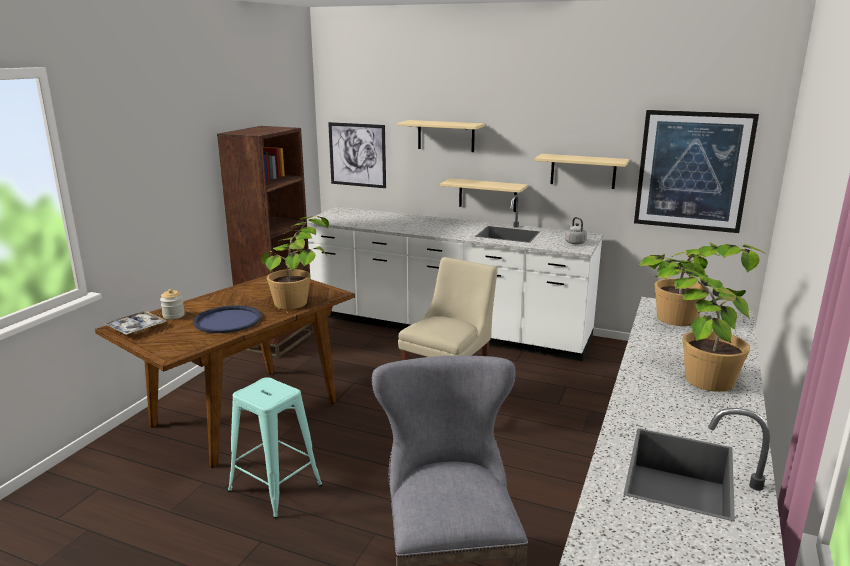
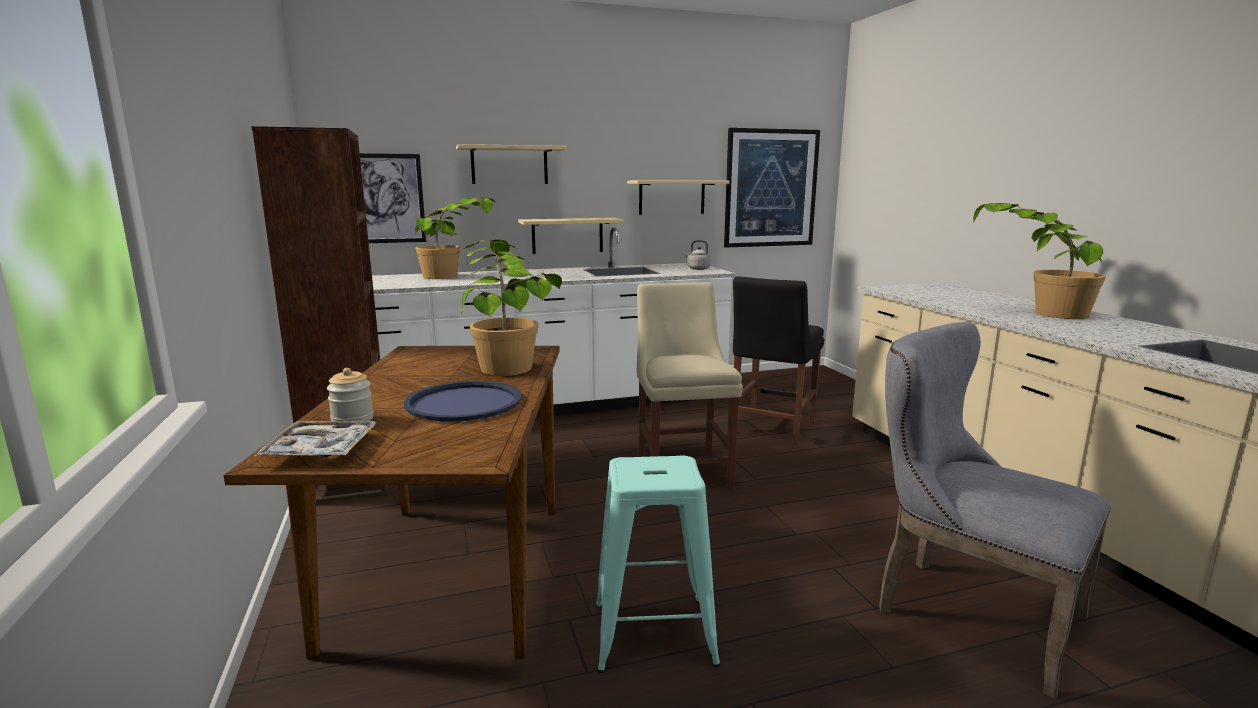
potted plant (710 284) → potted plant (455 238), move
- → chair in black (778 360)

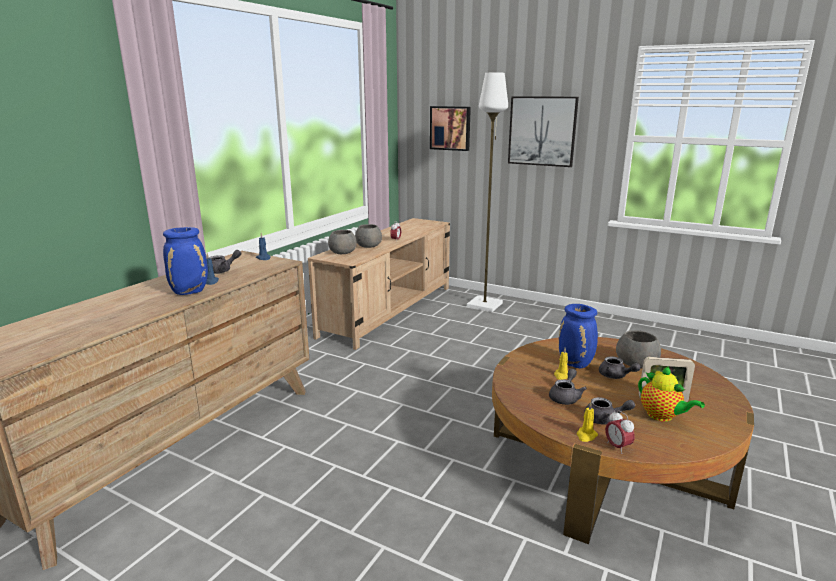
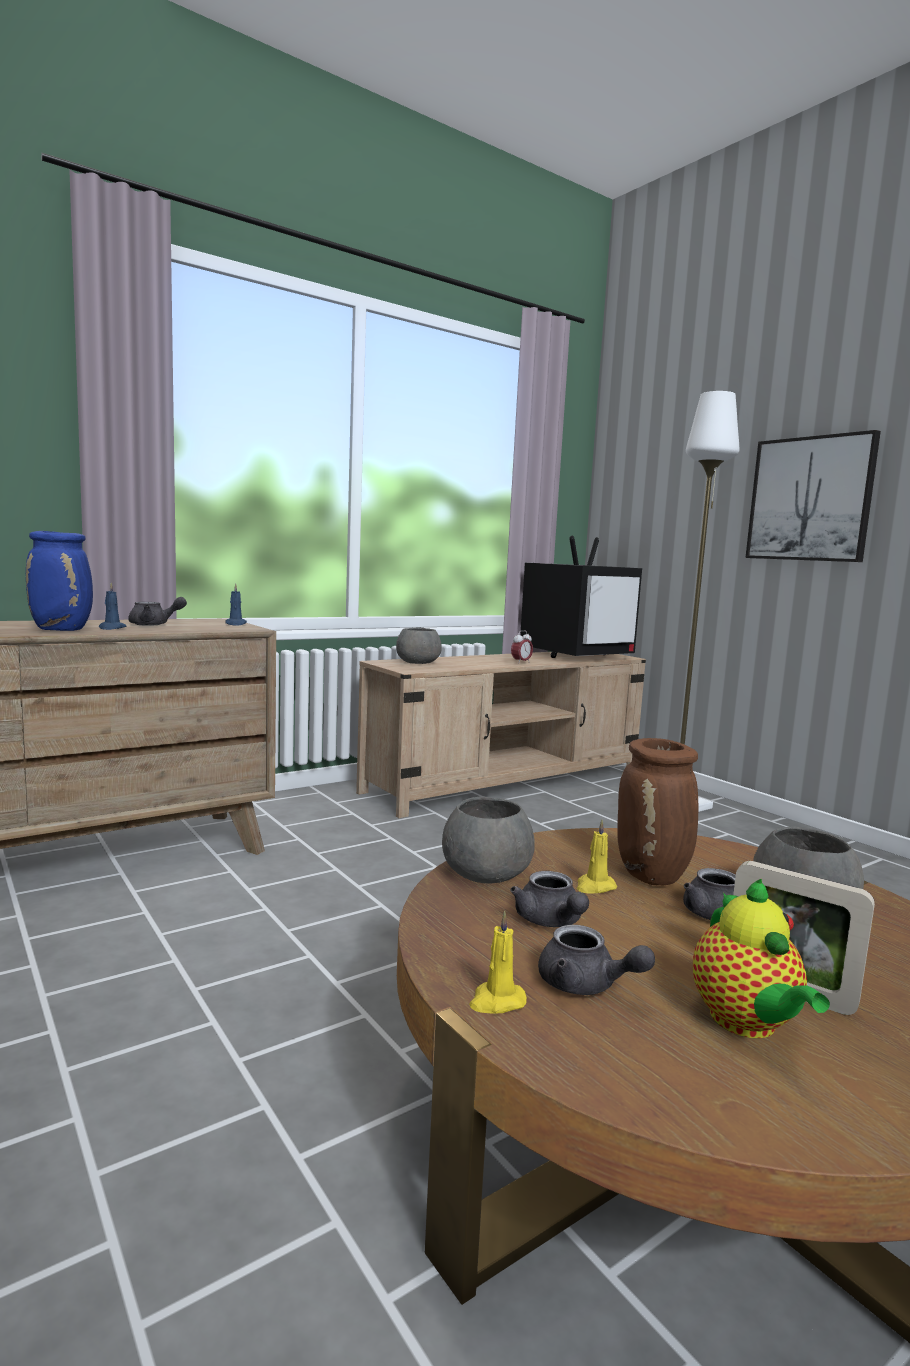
bowl in grey (368 236) → bowl in grey (488 840), move
picture (450 128) → -
teapot in grey (568 386) → teapot in grey (549 899), 105 degrees clockwise
vase in blue (578 336) → vase in brown (657 811)
alarm clock (620 432) → -
- → television (581 597)

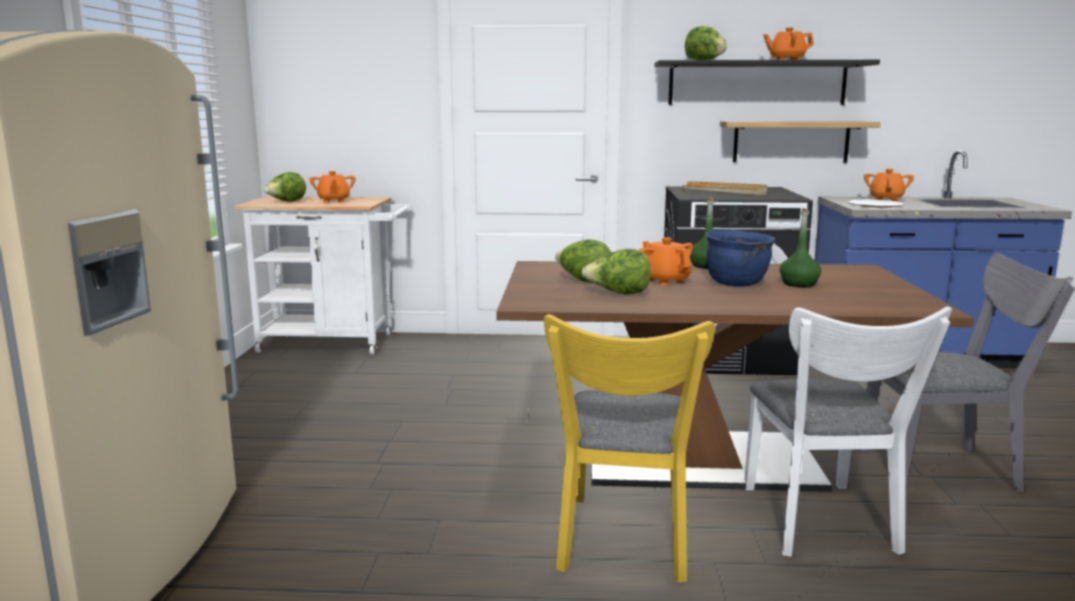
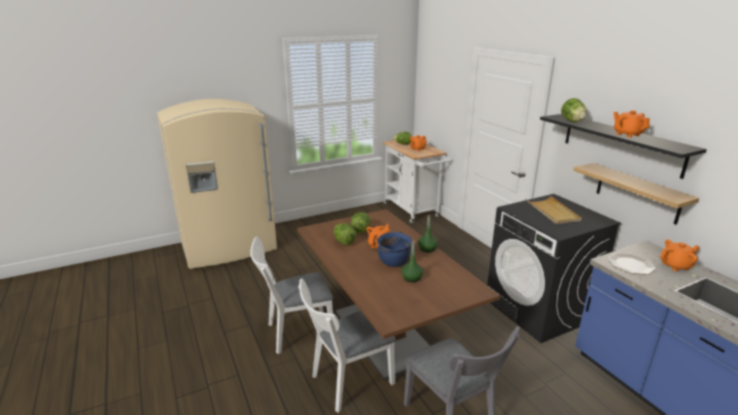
chair in yellow (629 448) → chair in white (291 295)

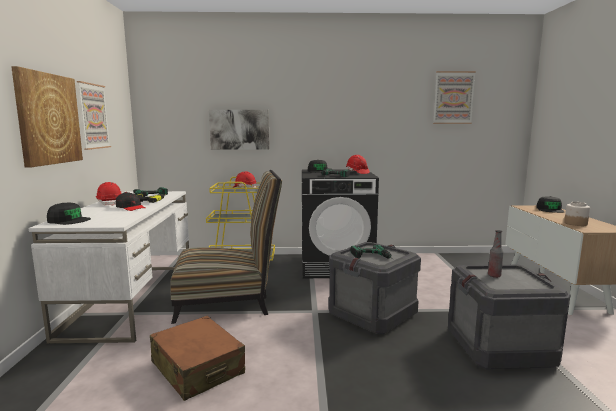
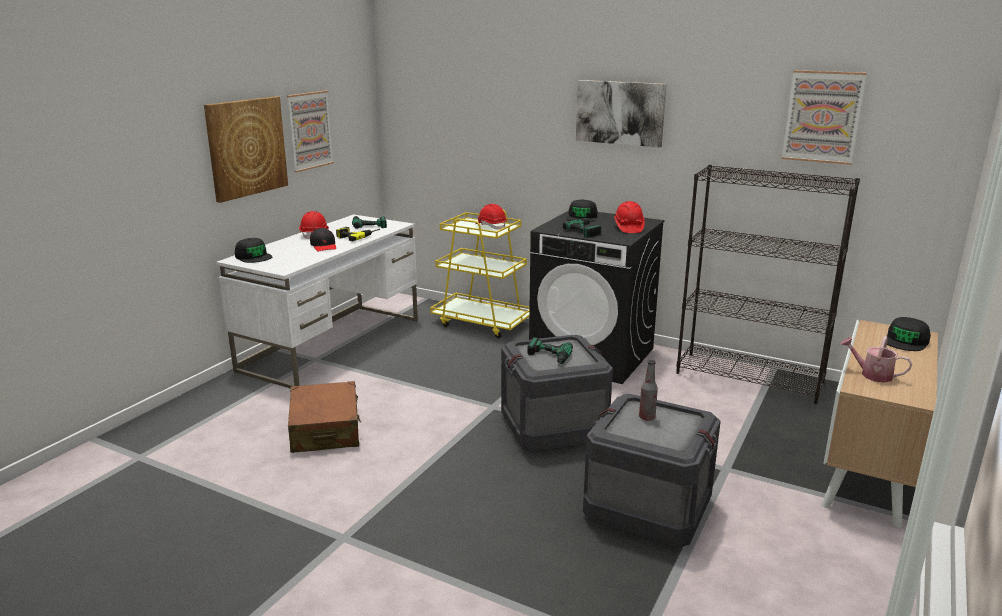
chair (226 247) → -
picture (239 130) → picture (621 114), move
jar (577 214) → watering can (876 359)
- → bookcase in black (768 284)

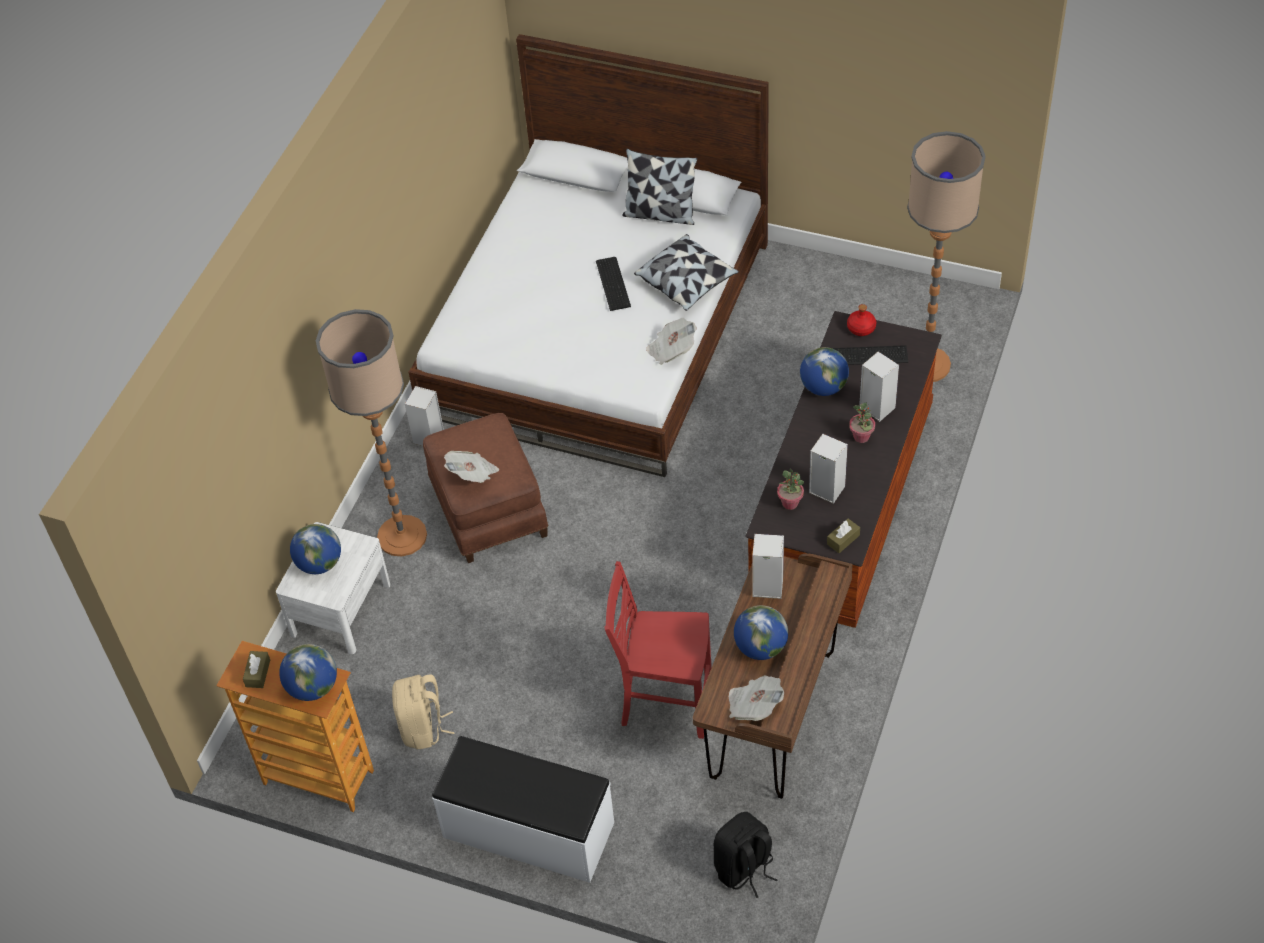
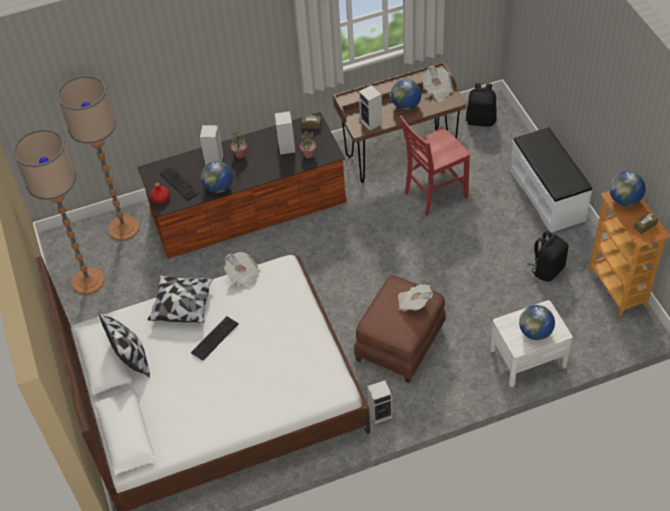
floor lamp (371 432) → floor lamp (59 211), move
backpack in beige (423 712) → backpack in black (548 256)
chair in red (658 650) → chair in red (434 165), 90 degrees clockwise

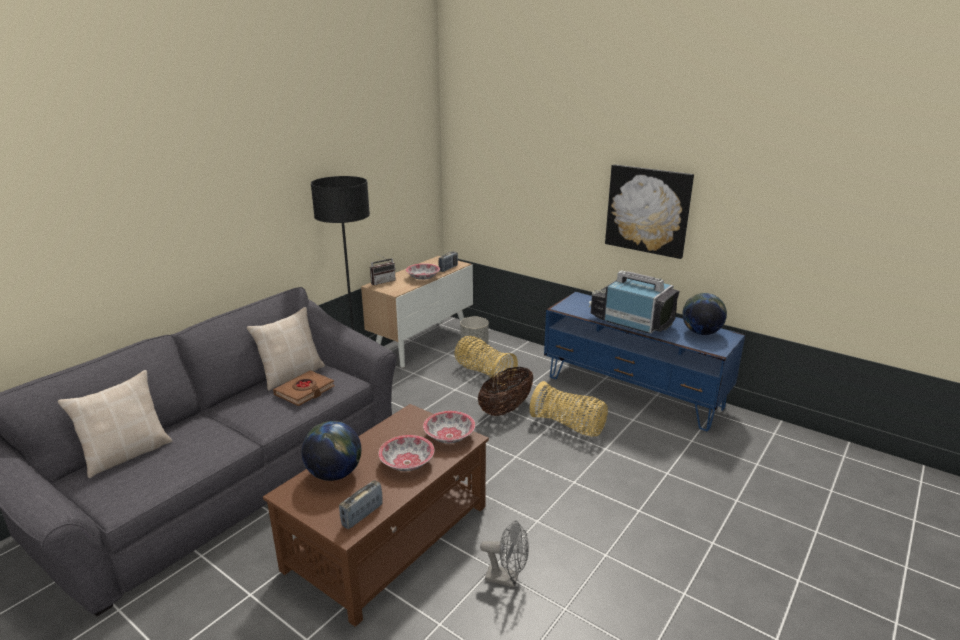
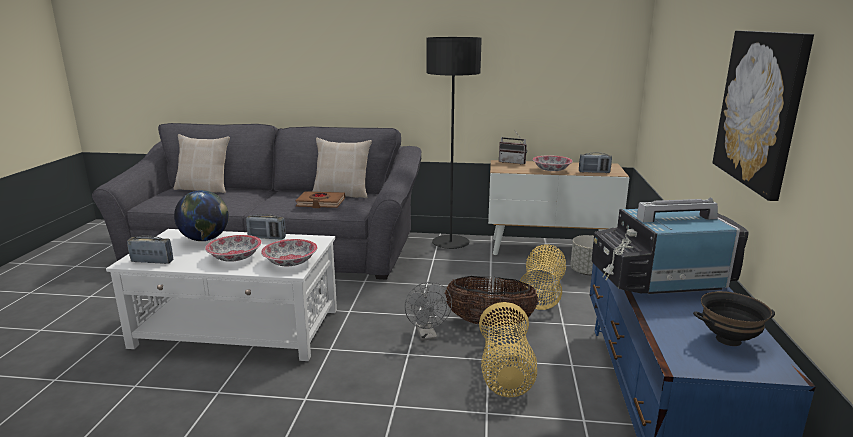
coffee table in brown (376 515) → coffee table in white (221 295)
fan in grey (504 553) → fan in grey (428 311), move
television (634 302) → television (670 246), 105 degrees counterclockwise
globe (704 314) → bowl in black (734 318)
- → radio (266 227)

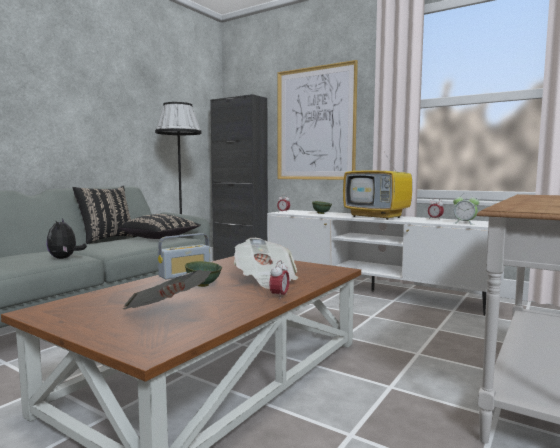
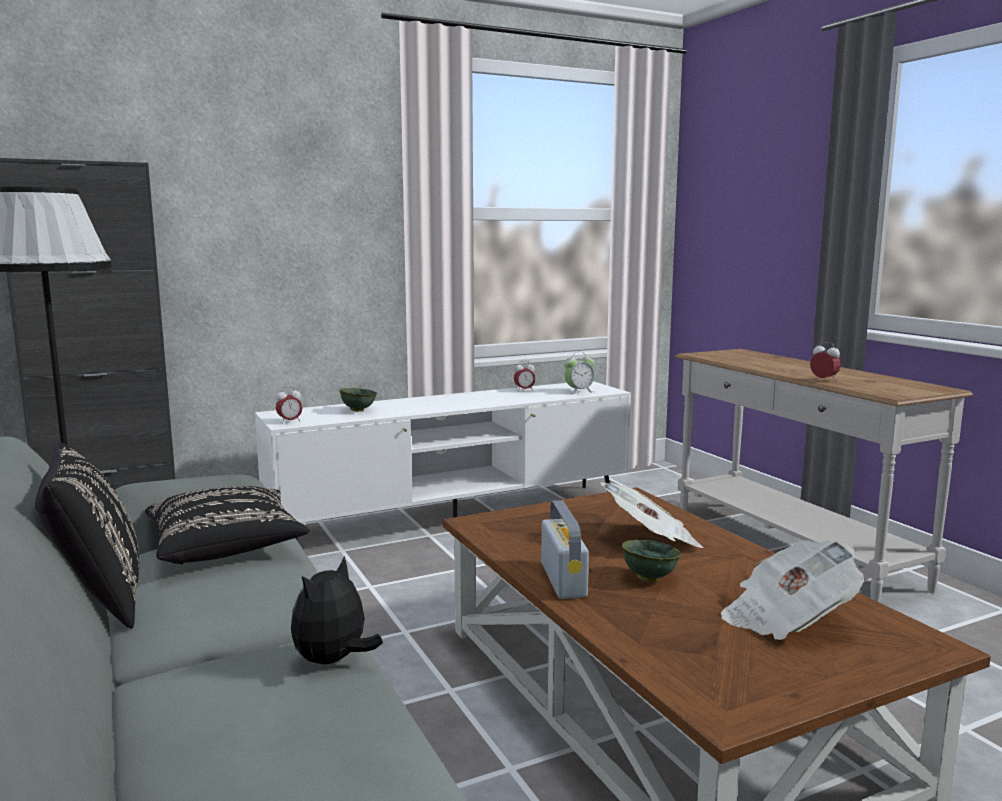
plush toy (67 238) → plush toy (337 610), 105 degrees clockwise
alarm clock (279 280) → alarm clock (825 361), move
picture (318 120) → -
television (377 181) → -

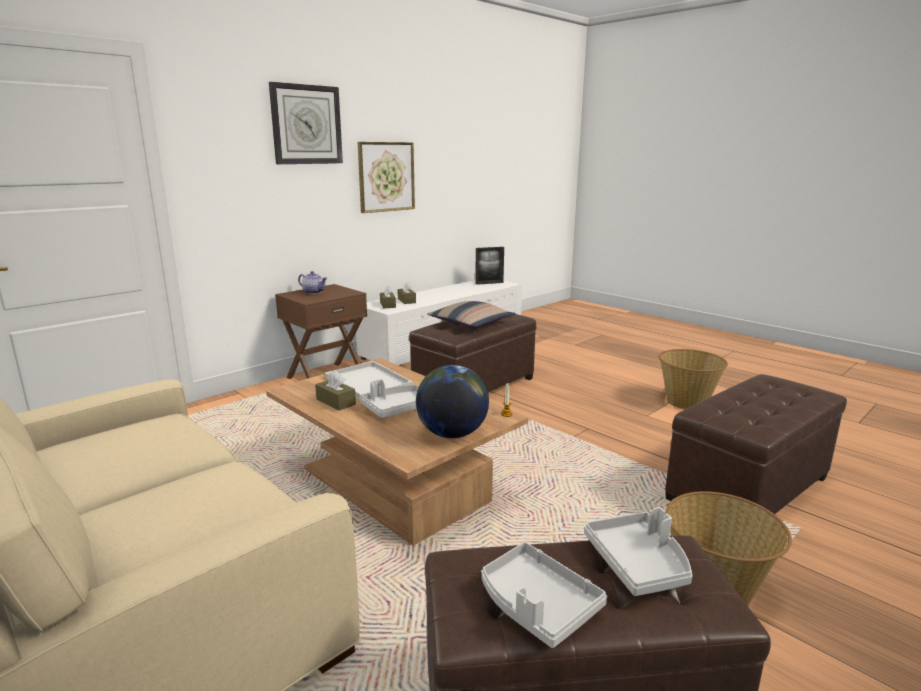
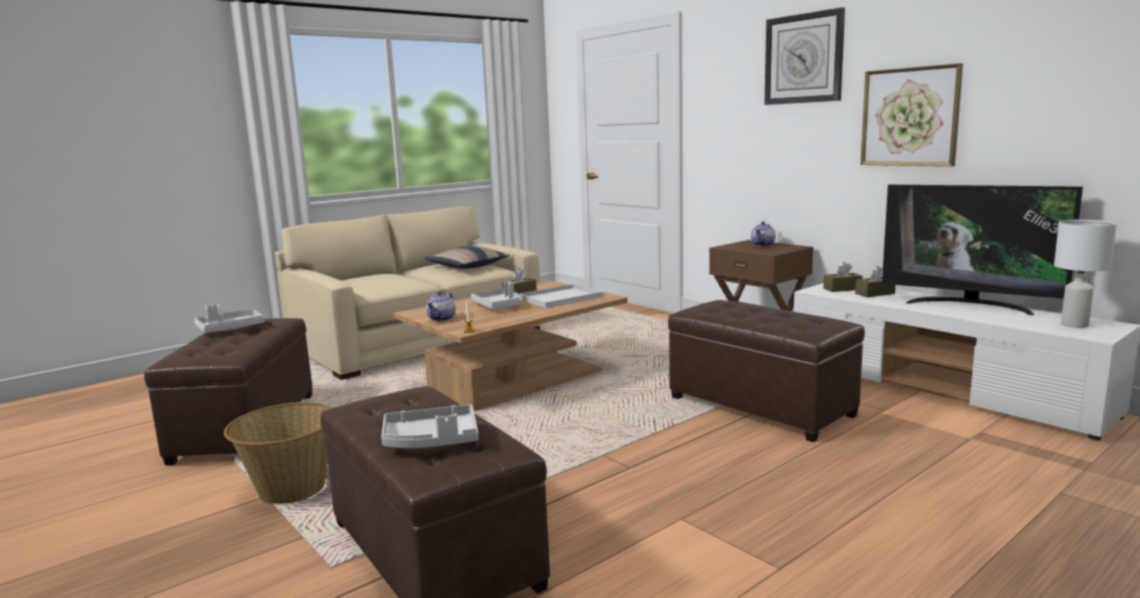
globe (452 401) → teapot (441 306)
pillow (471 314) → pillow (467 257), move
picture frame (489 266) → table lamp in white (1085 274)
tray in grey (638 551) → tray in grey (429 426), move
basket (693 379) → -
- → television (982 250)

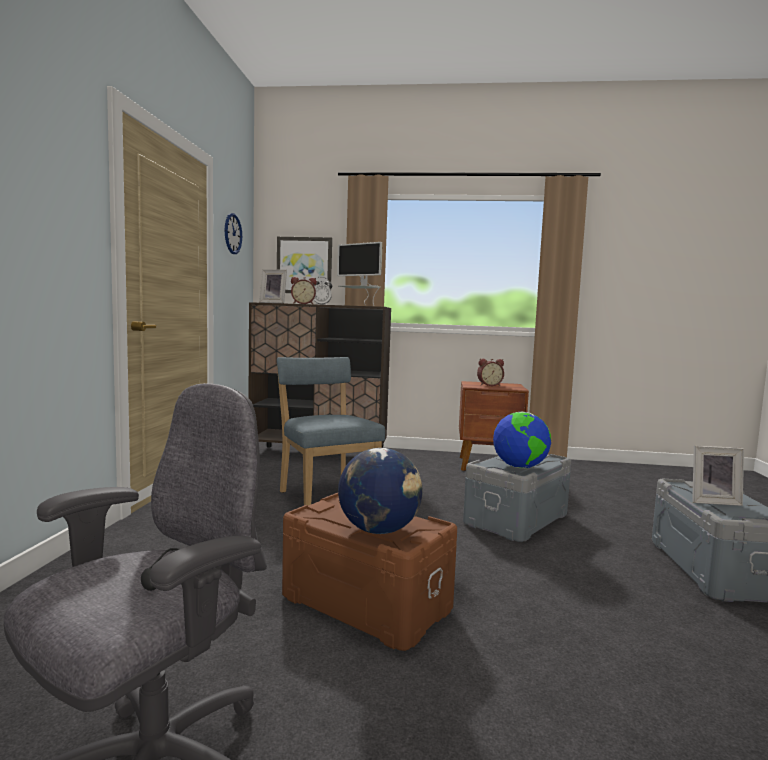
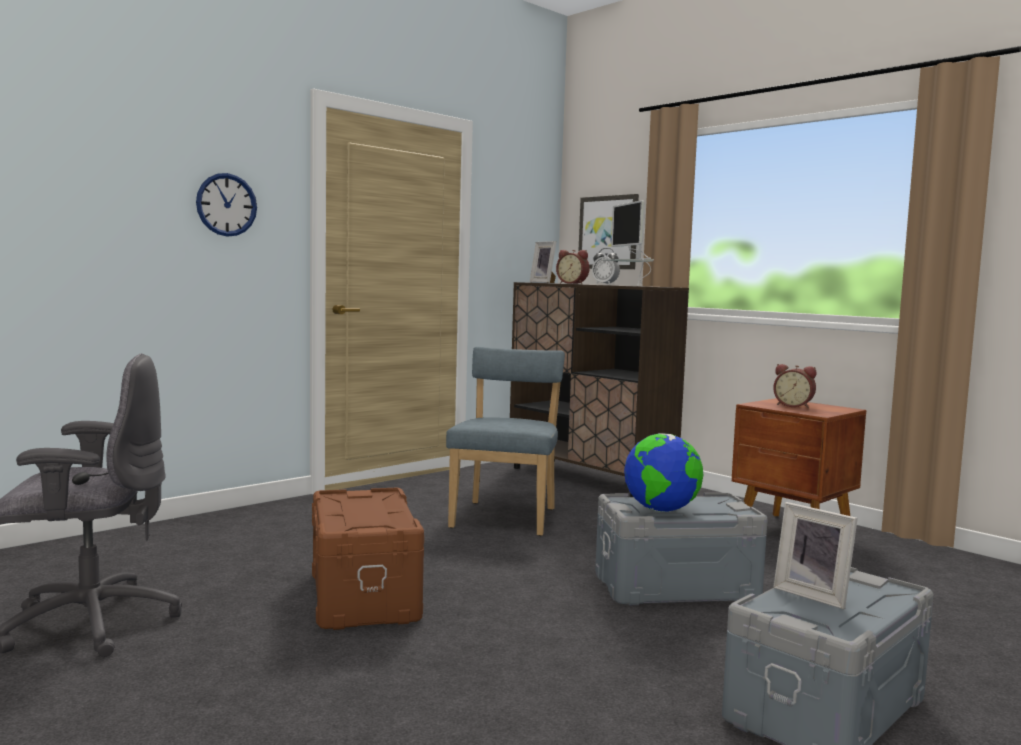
wall clock (233 233) → wall clock (226 205), move
globe (380 491) → -

